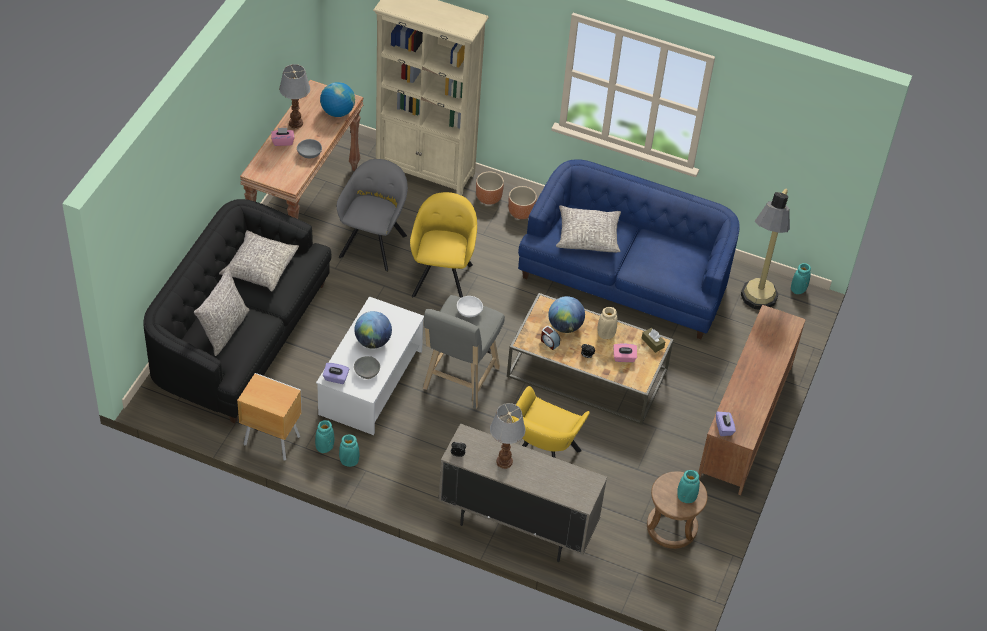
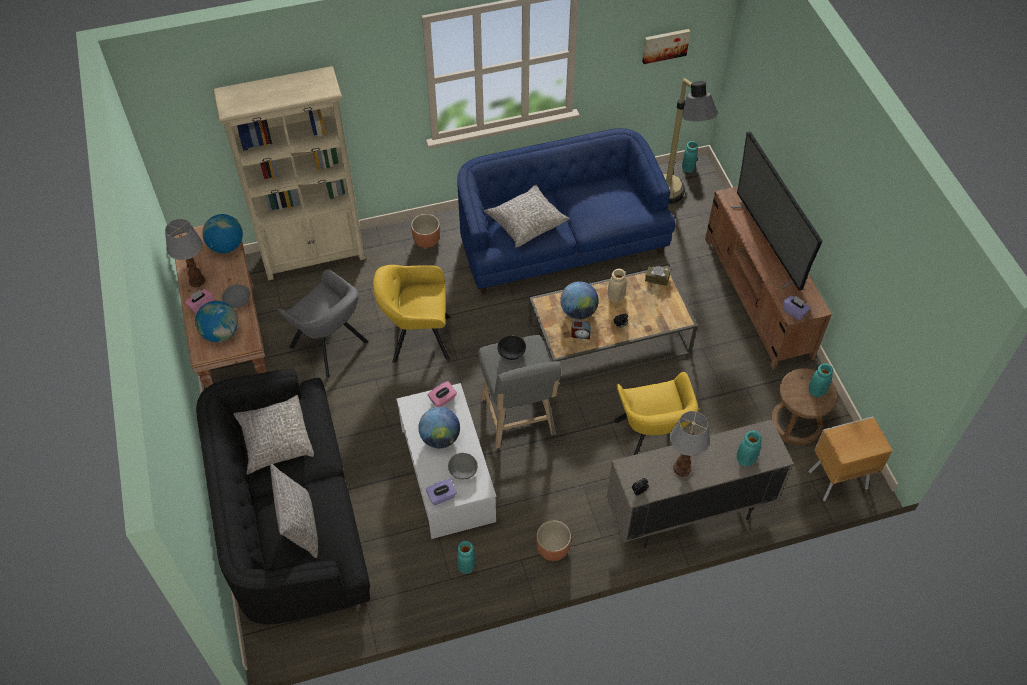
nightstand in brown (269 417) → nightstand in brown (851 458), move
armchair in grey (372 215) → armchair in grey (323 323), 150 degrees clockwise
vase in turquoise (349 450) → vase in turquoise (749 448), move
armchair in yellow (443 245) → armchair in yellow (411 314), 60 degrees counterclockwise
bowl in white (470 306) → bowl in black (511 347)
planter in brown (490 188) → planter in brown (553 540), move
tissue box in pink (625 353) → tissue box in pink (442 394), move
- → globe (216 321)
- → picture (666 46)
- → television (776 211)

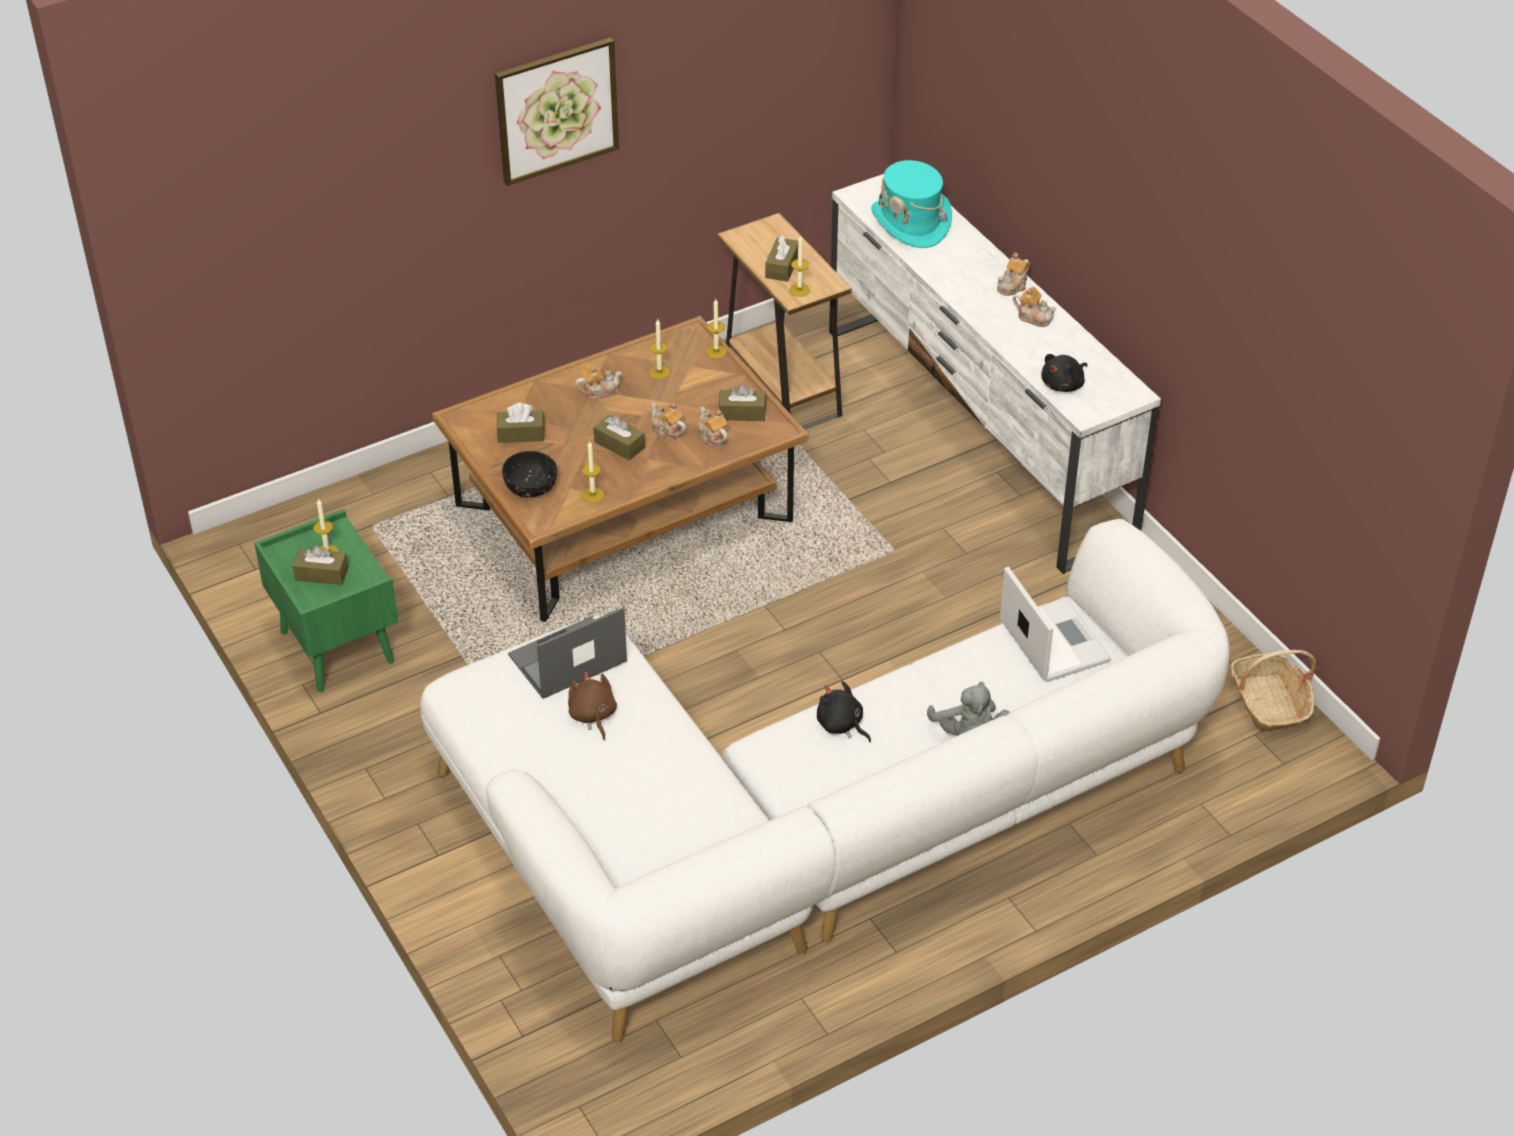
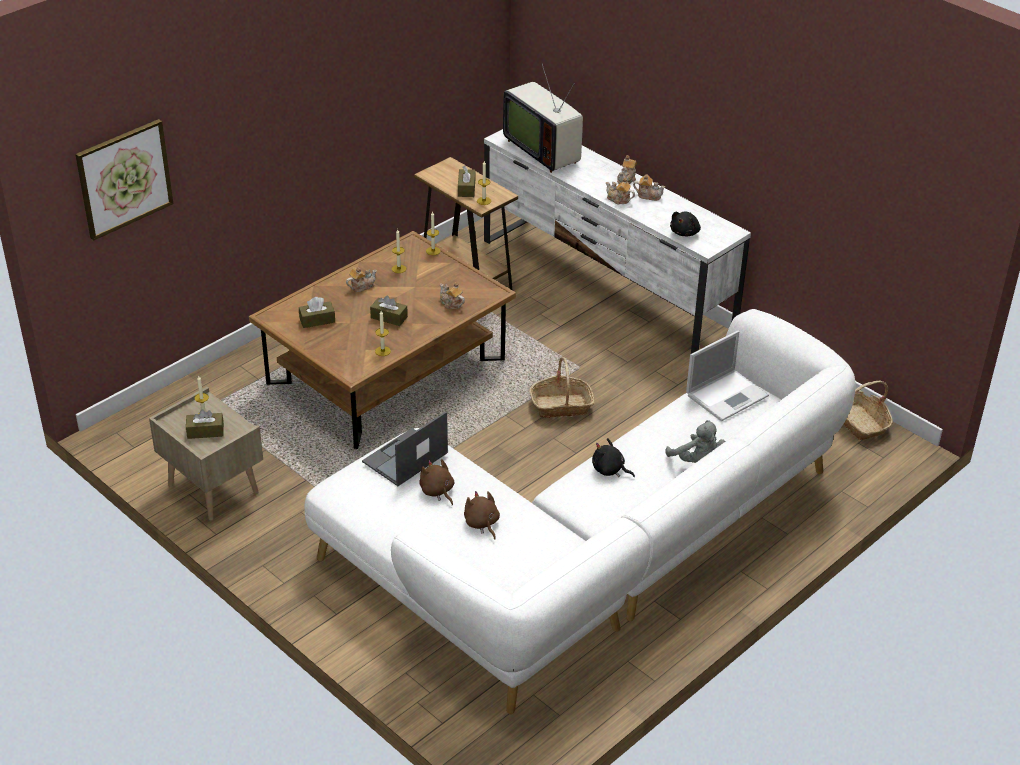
nightstand in green (326 600) → nightstand in beige (206 454)
picture (557 111) → picture (124 179), move
bowl in black (529 474) → -
teapot (668 420) → teapot (620 191), move
tissue box in brown (742 402) → -
hat in turquoise (911 204) → television (543 118)
laptop (1055 624) → laptop (727 376), 90 degrees clockwise
- → plush toy in brown (482 515)
- → basket (562 387)

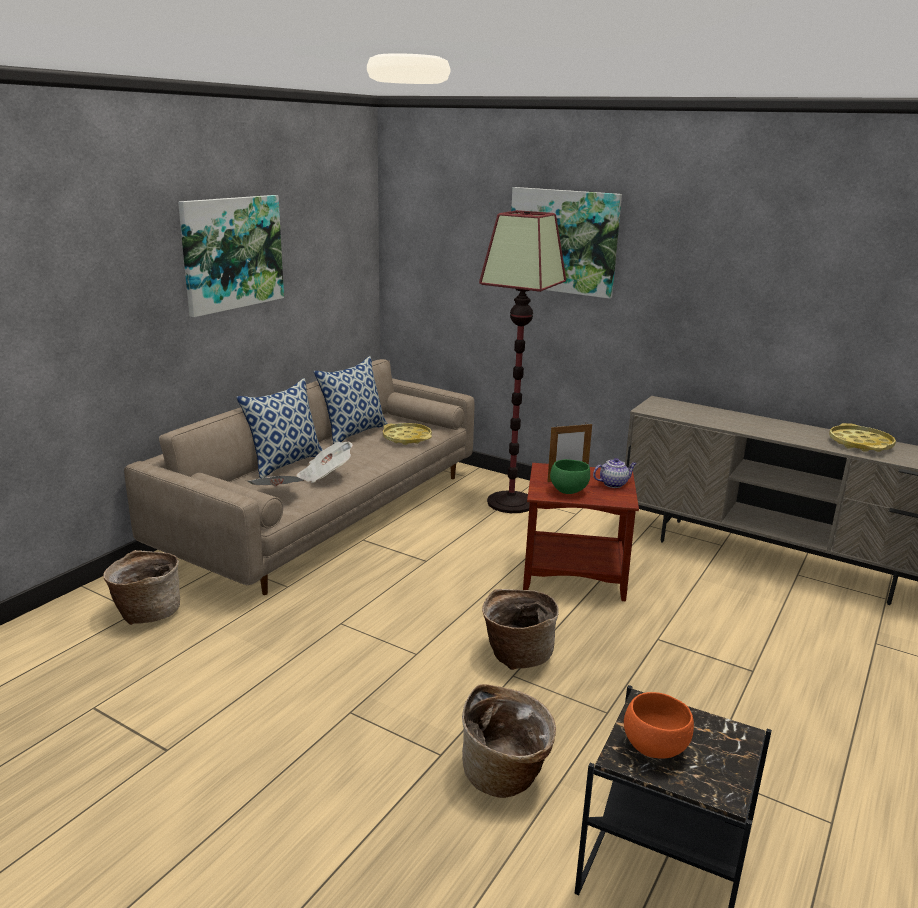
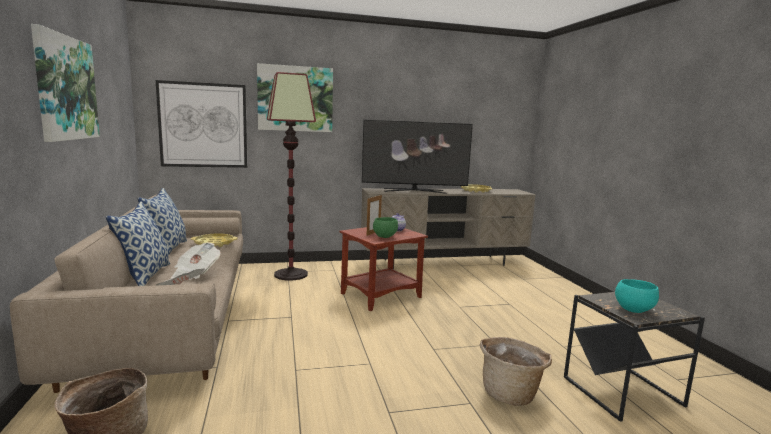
basket (520 629) → -
bowl in orange (659 725) → bowl in turquoise (637 296)
- → picture (201 124)
- → television (417 157)

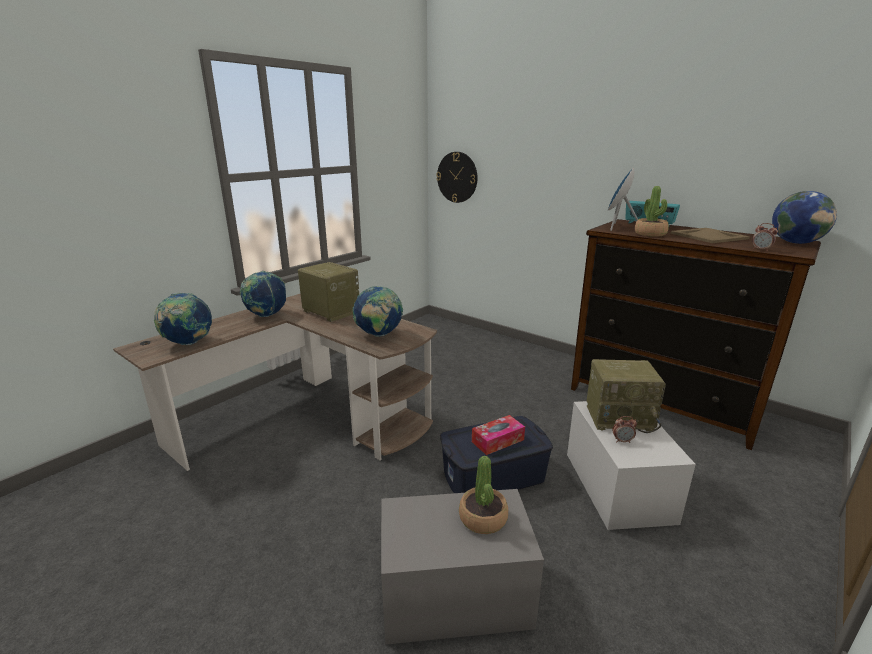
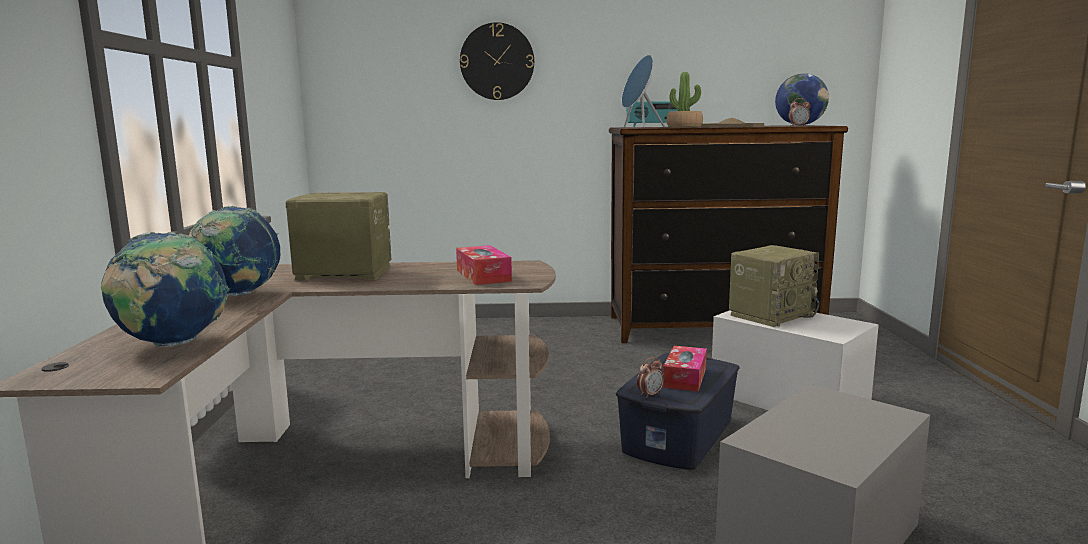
globe (377 311) → tissue box (484 265)
wall clock (456 177) → wall clock (497 61), move
potted plant (483 495) → -
alarm clock (624 429) → alarm clock (650 377), move

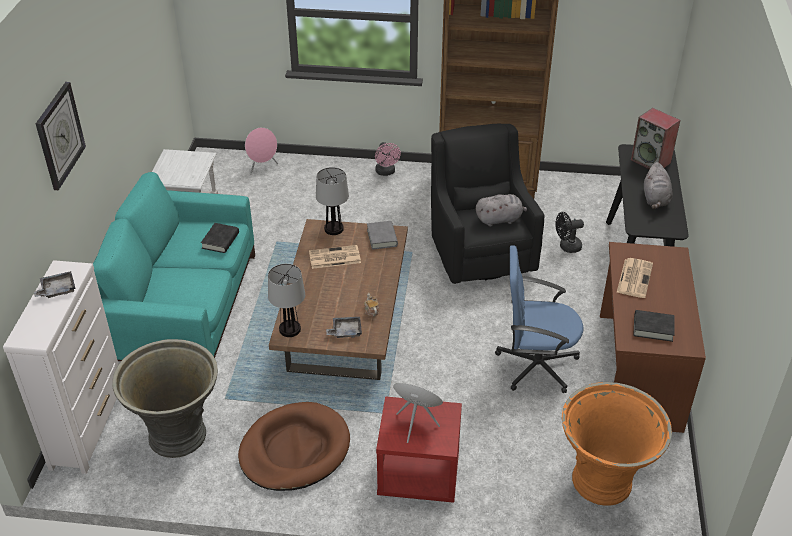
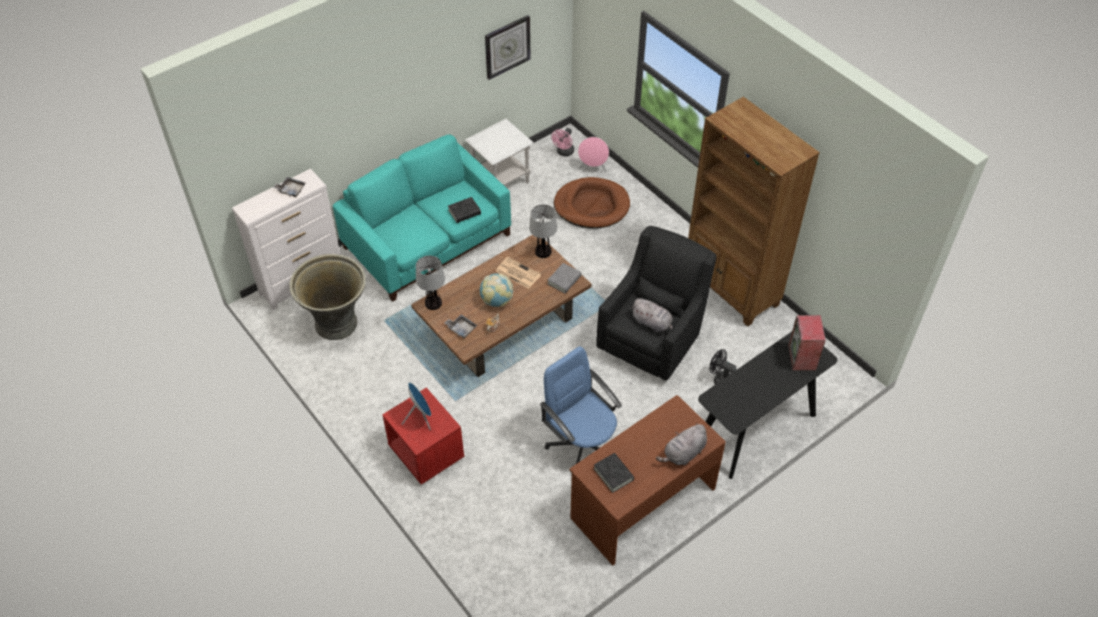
wall clock (61 136) → wall clock (508 47), move
dog bed in brown (294 446) → dog bed in brown (592 203), move
fan in pink (388 159) → fan in pink (562 142), move
planter in orange (617 444) → -
newspaper (634 278) → -
plush toy in grey (658 185) → plush toy in grey (681 444), move
- → globe (496 290)

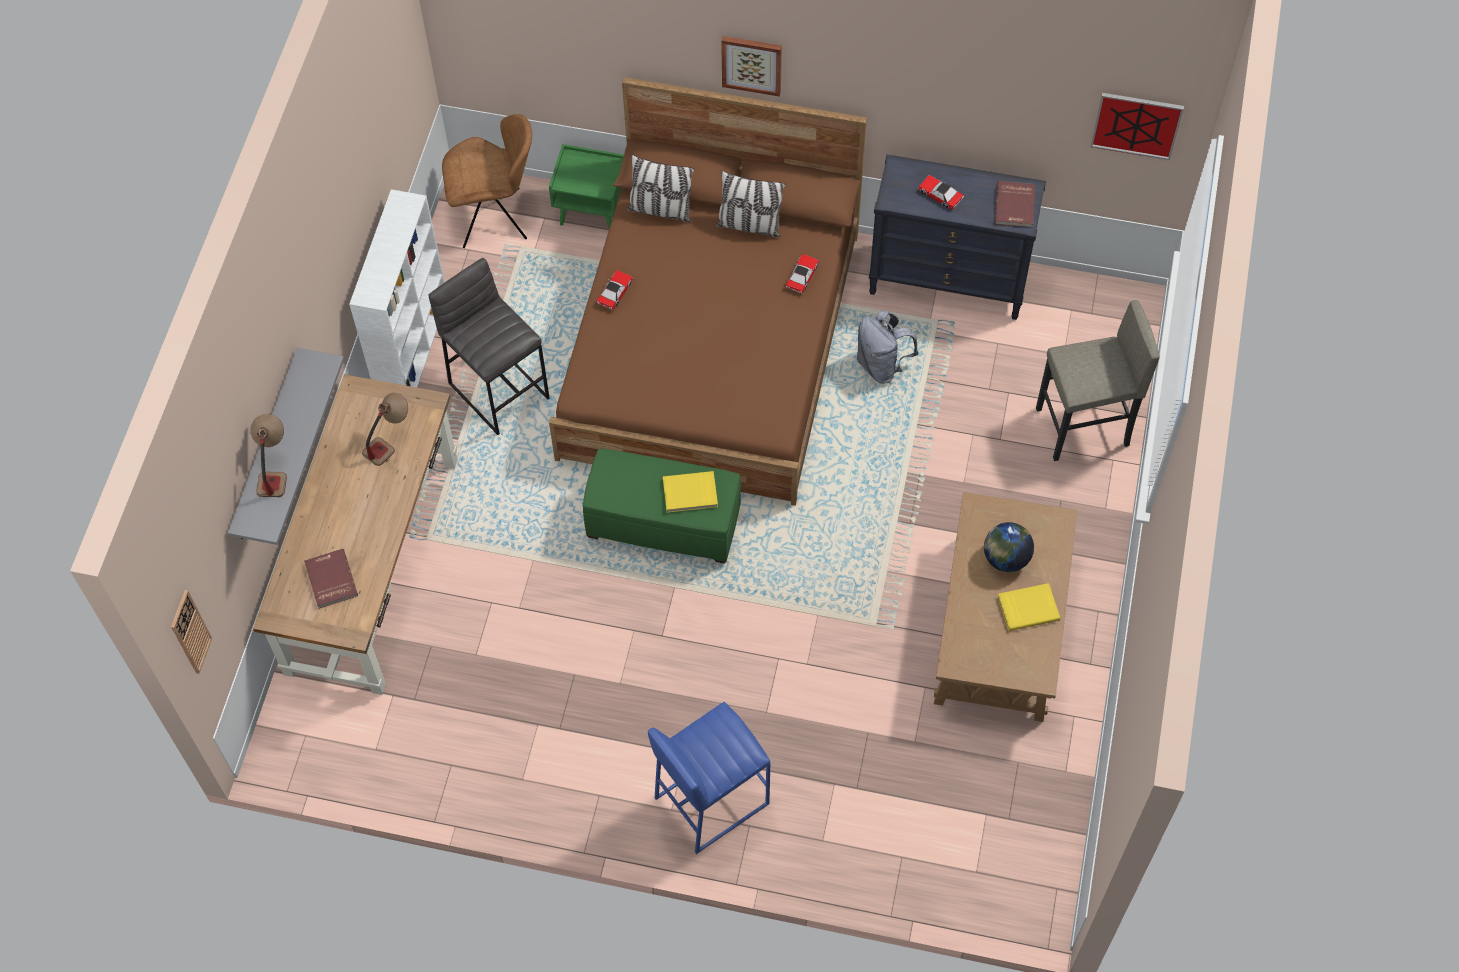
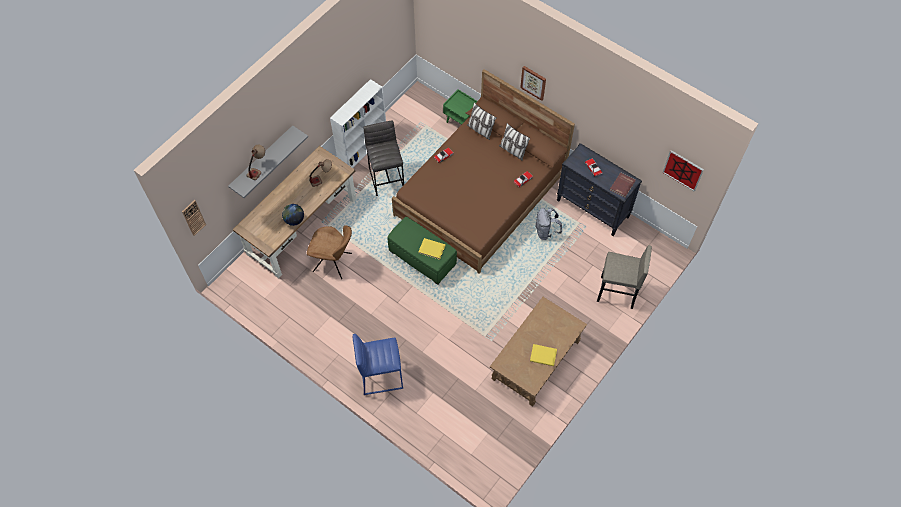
book in red (331 579) → -
chair in brown (487 181) → chair in brown (329 252), move
globe (1009 547) → globe (293 215), move

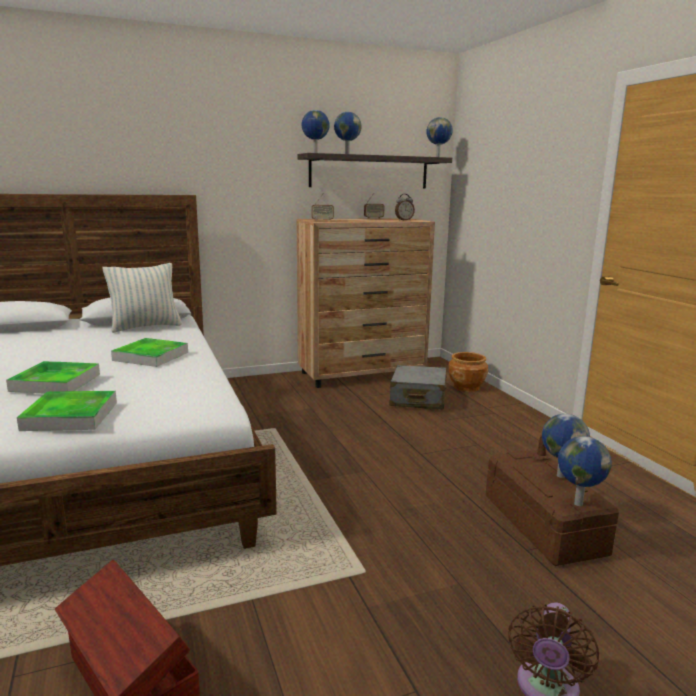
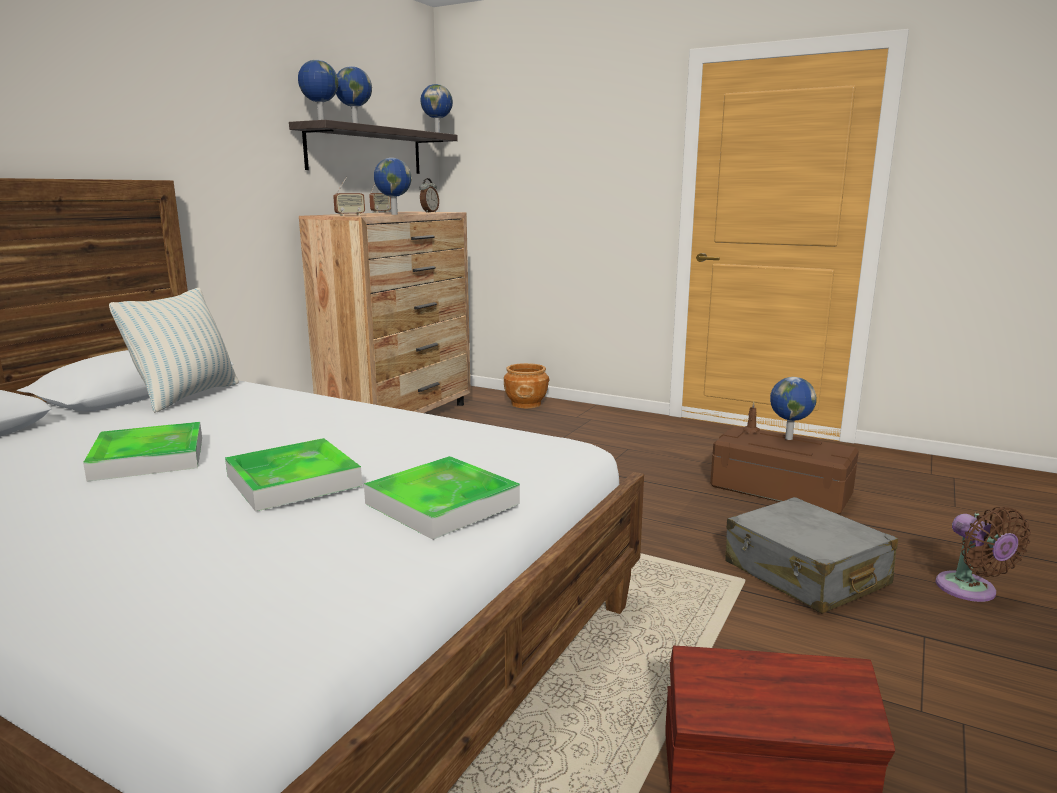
tray (149 352) → tray (142 452), move
suitcase in grey (418 387) → suitcase in grey (811 555), move
globe (585 471) → globe (393 186), move

